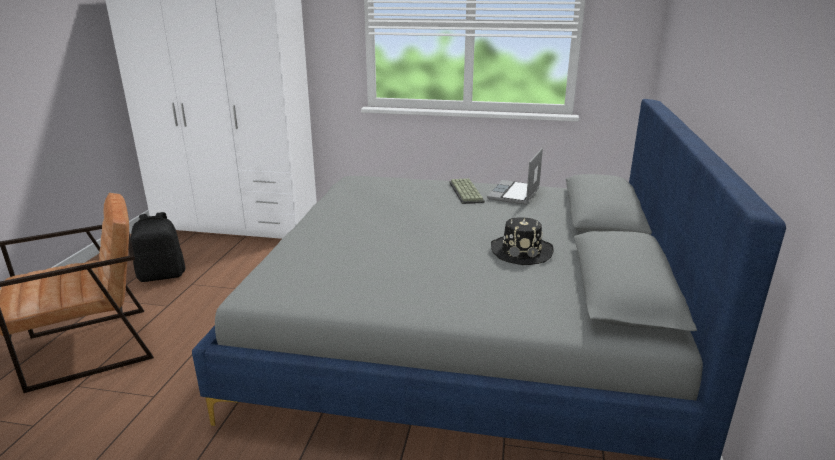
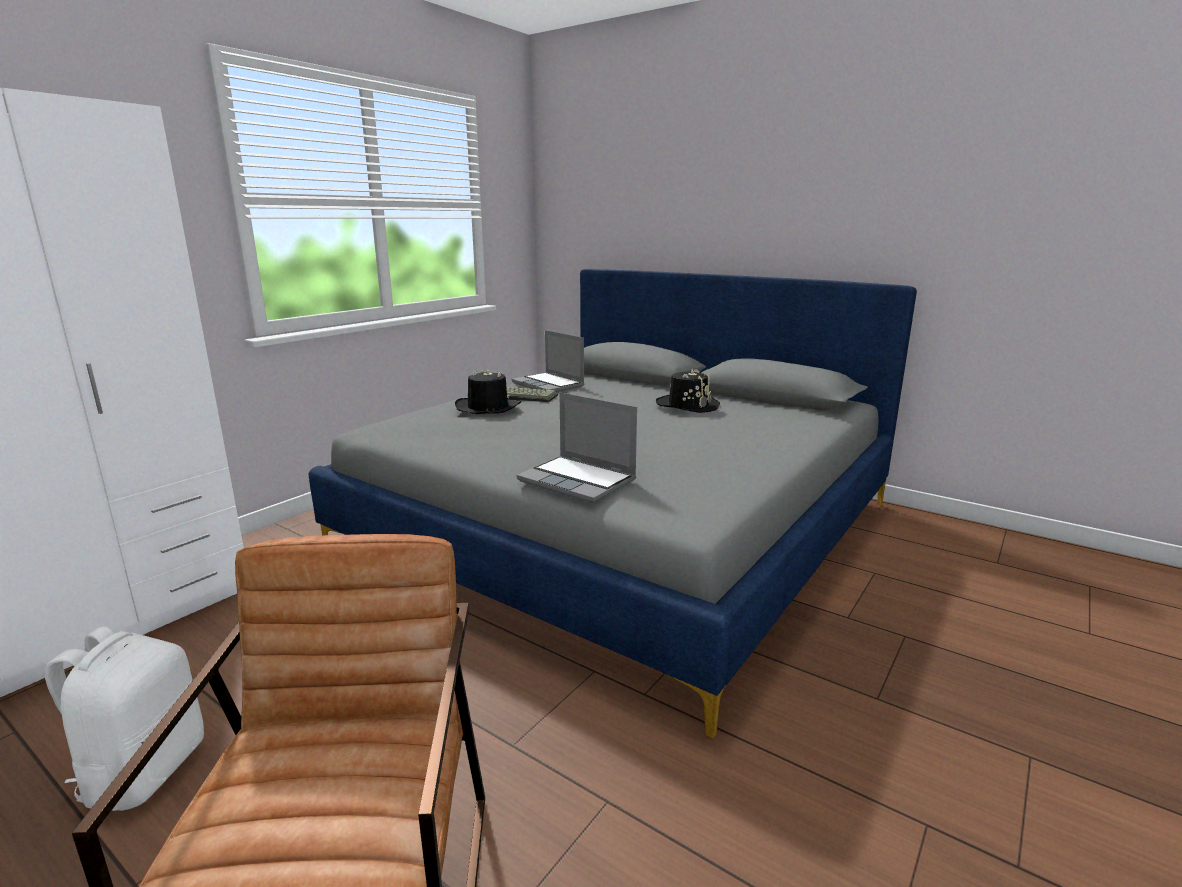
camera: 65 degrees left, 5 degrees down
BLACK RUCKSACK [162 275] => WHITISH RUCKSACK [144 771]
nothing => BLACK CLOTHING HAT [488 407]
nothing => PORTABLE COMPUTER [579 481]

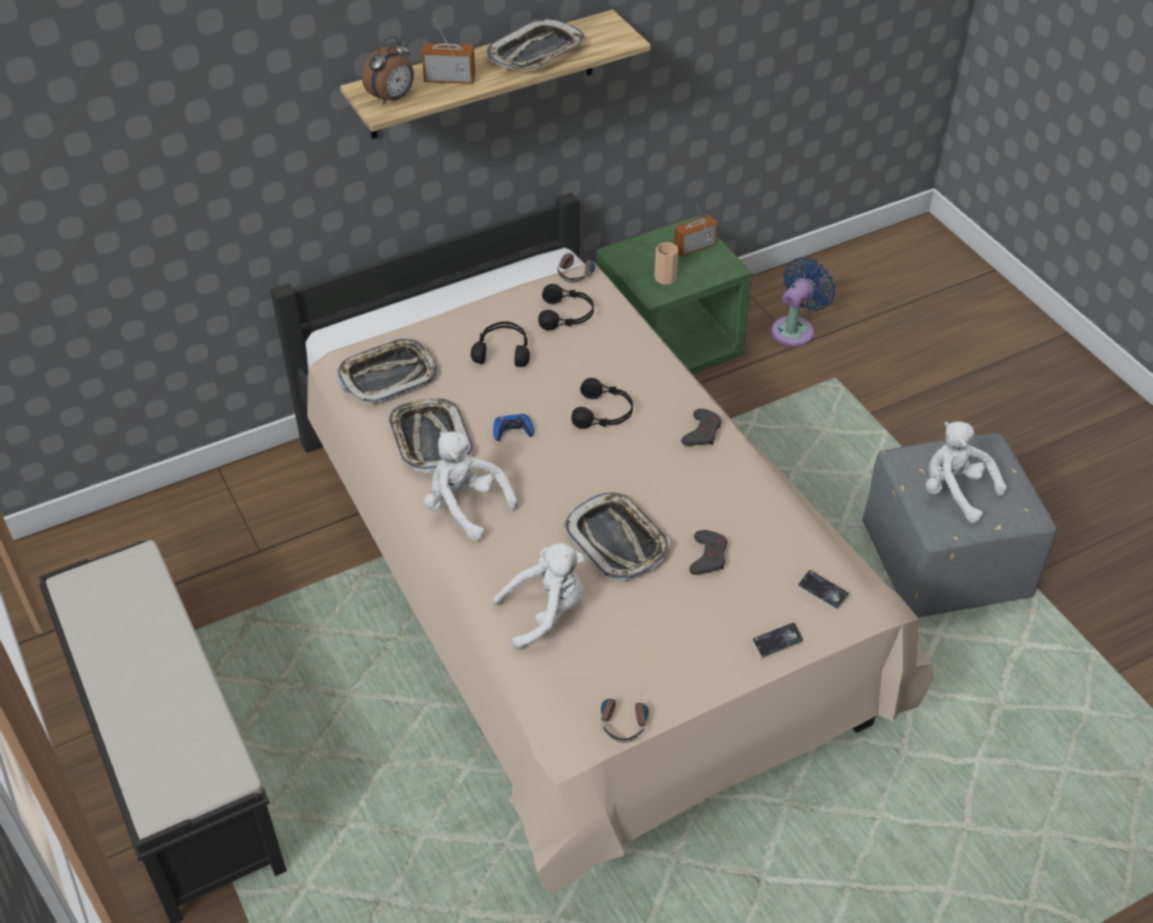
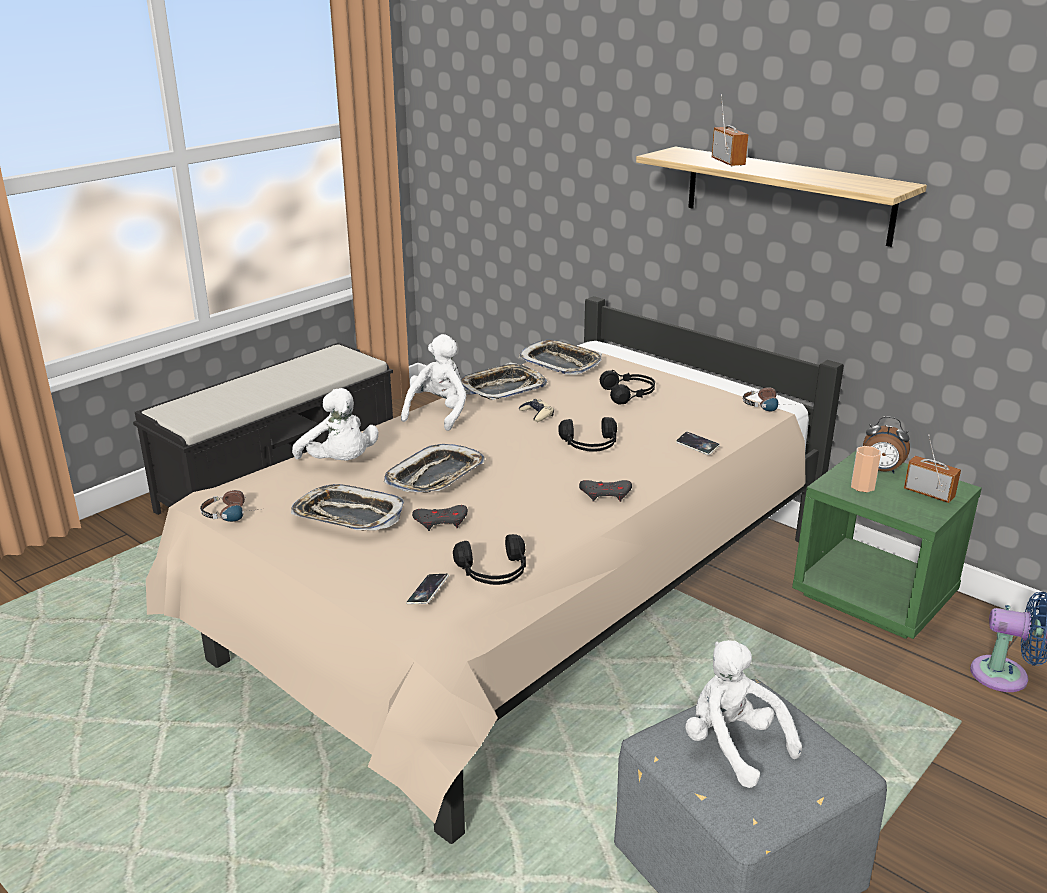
camera: 70 degrees right, 20 degrees down
TABLE CLOCK [392 98] => TABLE CLOCK [881 470], shifted
TRAY [536 53] => TRAY [348 516], shifted
BLUISH JOYPAD [512 431] => BEIGE-COLOURED JOYPAD [537 414]
BLACK PAIR OF HEADPHONES [566 315] => BLACK PAIR OF HEADPHONES [494 573], shifted
TELEPHONE [777 642] => TELEPHONE [697 446], shifted
WHITISH PLUSH TOY [955 491] => WHITISH PLUSH TOY [733 745], 60 degrees counterclockwise

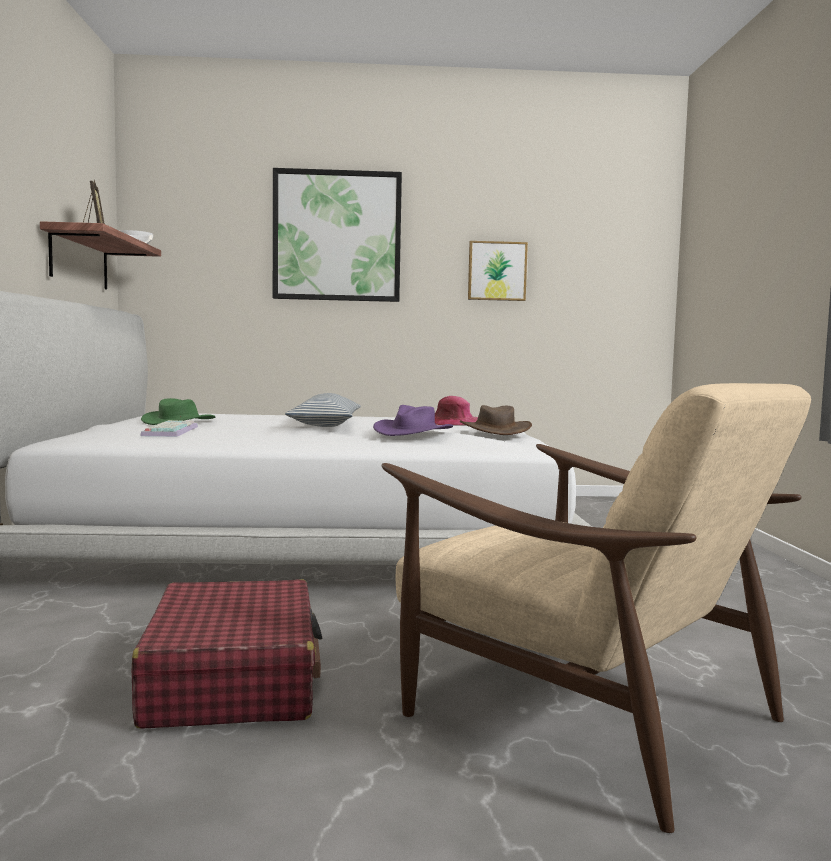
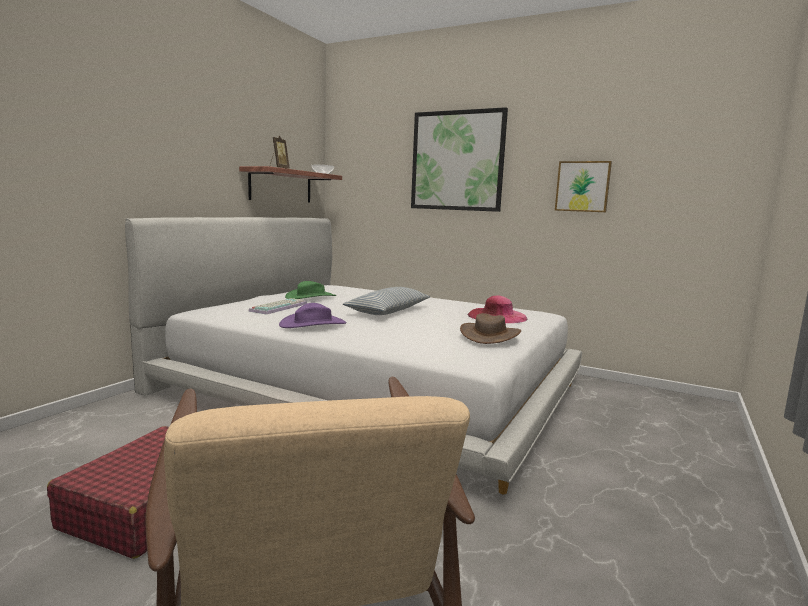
camera: 30 degrees right, 5 degrees up
PURPLE-COLOURED CLOTHING HAT [413 432] => PURPLE-COLOURED CLOTHING HAT [313 324], shifted

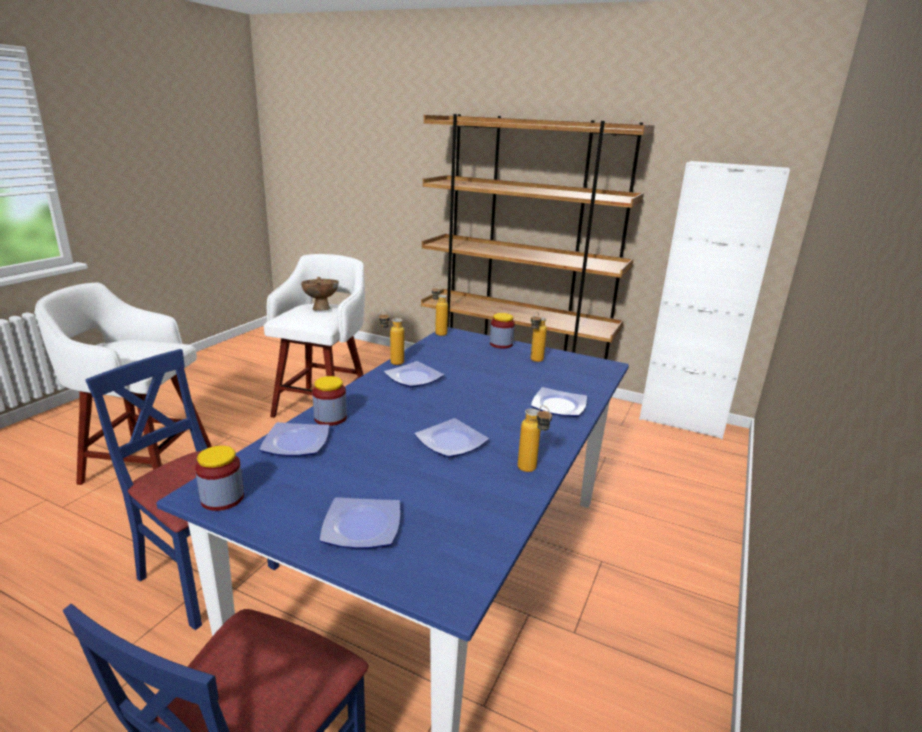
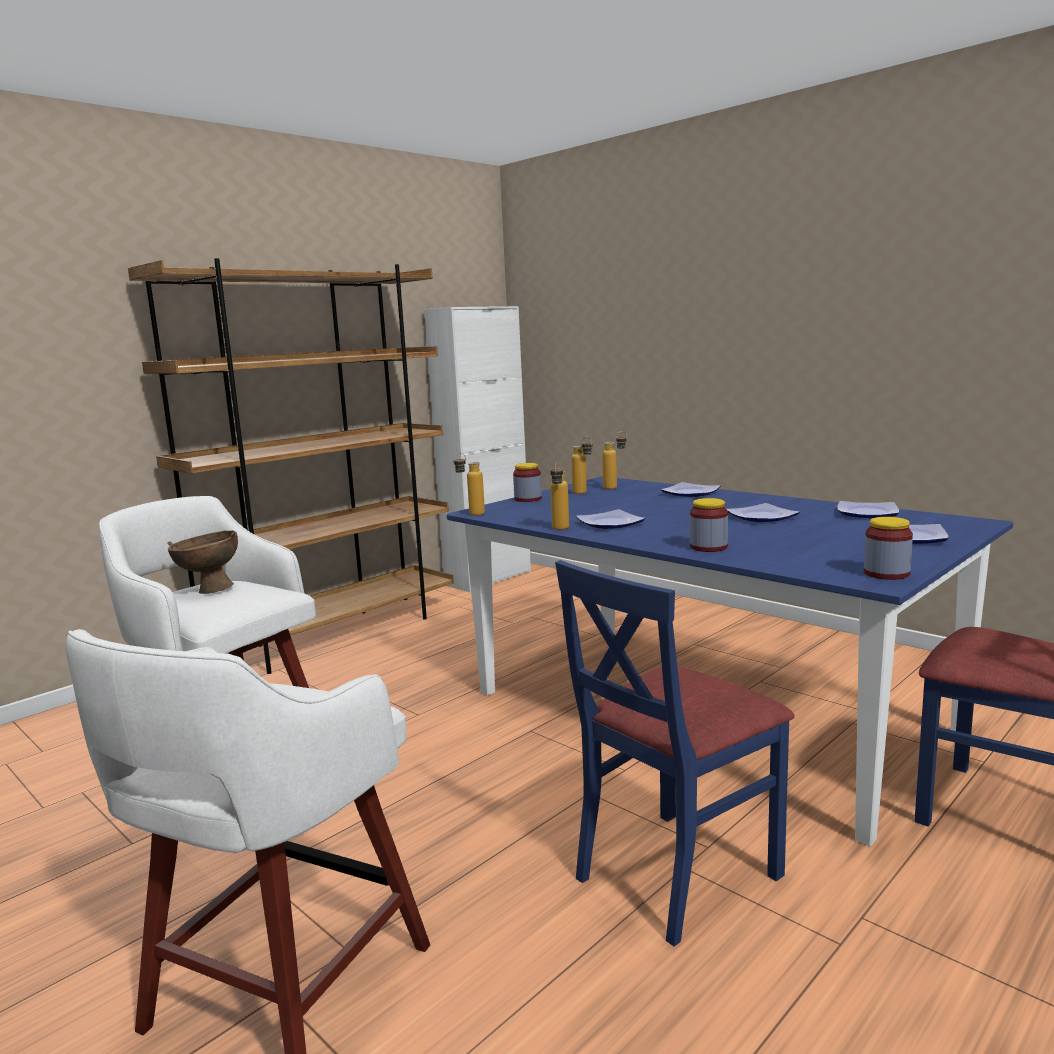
camera: 70 degrees left, 10 degrees down
DINNER PLATE [294 444] => DINNER PLATE [868 514], shifted
BEVERAGE BOTTLE [531 471] => BEVERAGE BOTTLE [615 487], shifted

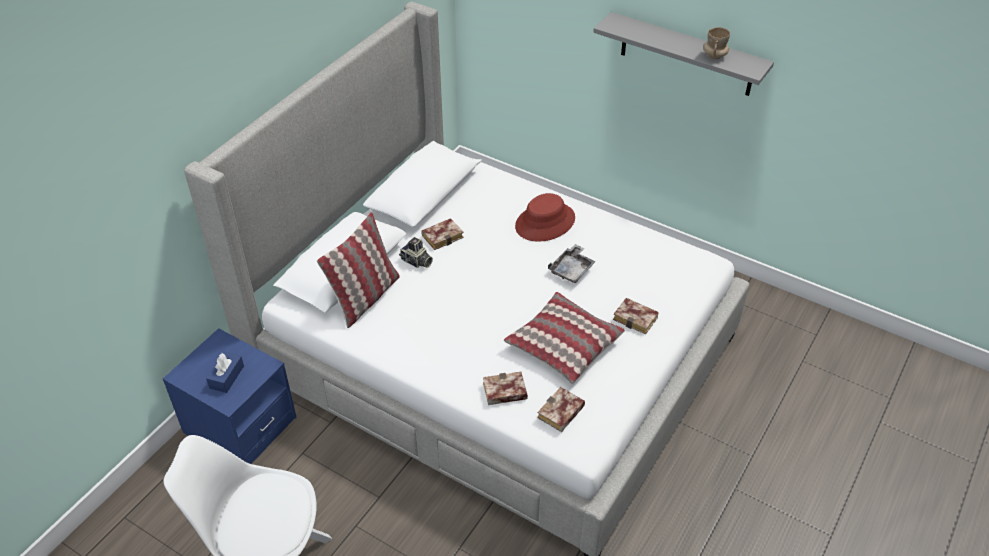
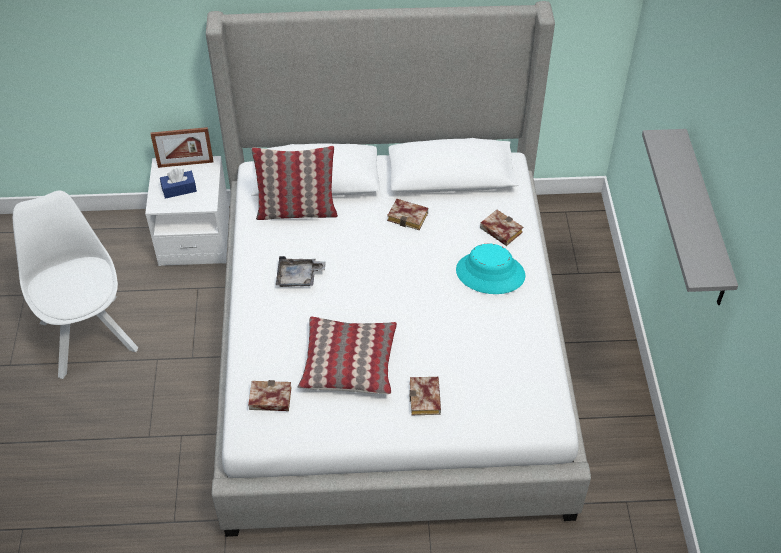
camera: 55 degrees right, 5 degrees up
BLUISH NIGHT TABLE [240 425] => WHITISH NIGHT TABLE [195 237]
STILL CAMERA [416 262] => nothing
BOOK [503 393] => BOOK [499 230], shifted
REDDISH CLOTHING HAT [545 223] => BLUE-GREEN CLOTHING HAT [490 273]
GRAY TRAY [572 269] => GRAY TRAY [298 277], shifted
BEIGE-COLOURED COFFEE MUG [714 55] => nothing
nothing => PHOTO FRAME [185 164]

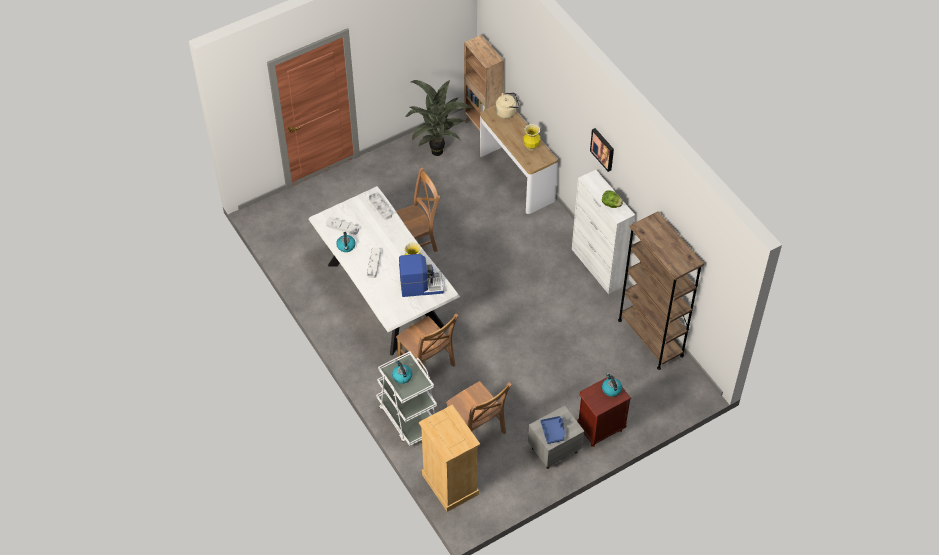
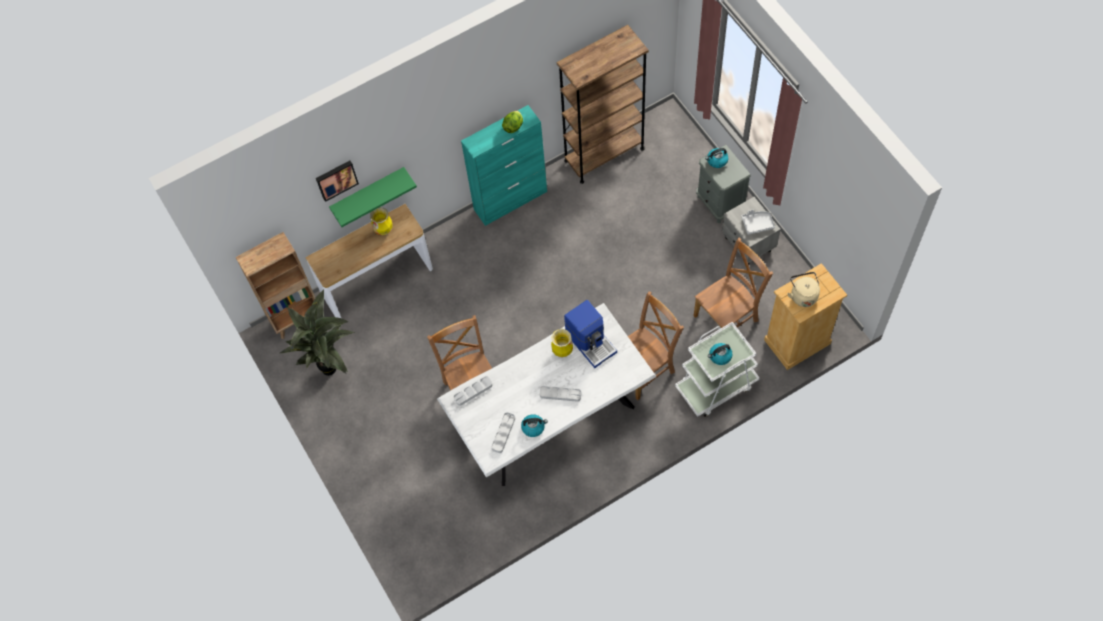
camera: 85 degrees left, 10 degrees up
COFFEE MAKER [421 285] => COFFEE MAKER [591 342], 150 degrees clockwise
BEIGE-COLOURED KETTLE [507 112] => BEIGE-COLOURED KETTLE [803 295], shifted
BLUISH TRAY [553 431] => GRAY TRAY [757 224]
WHITISH CUPBOARD [598 267] => BLUE-GREEN CUPBOARD [511 200]
BROWN NIGHT TABLE [599 429] => GRAY NIGHT TABLE [719 203]
WALL ART [603 149] => WALL ART [336 179], shifted
nothing => GREEN-COLOURED BRACKET SHELF [368 193]

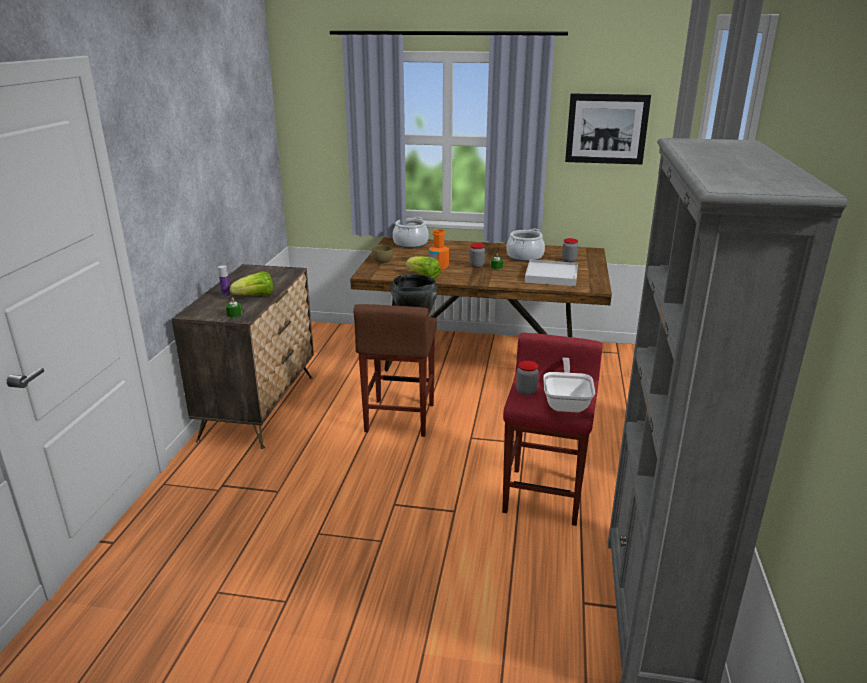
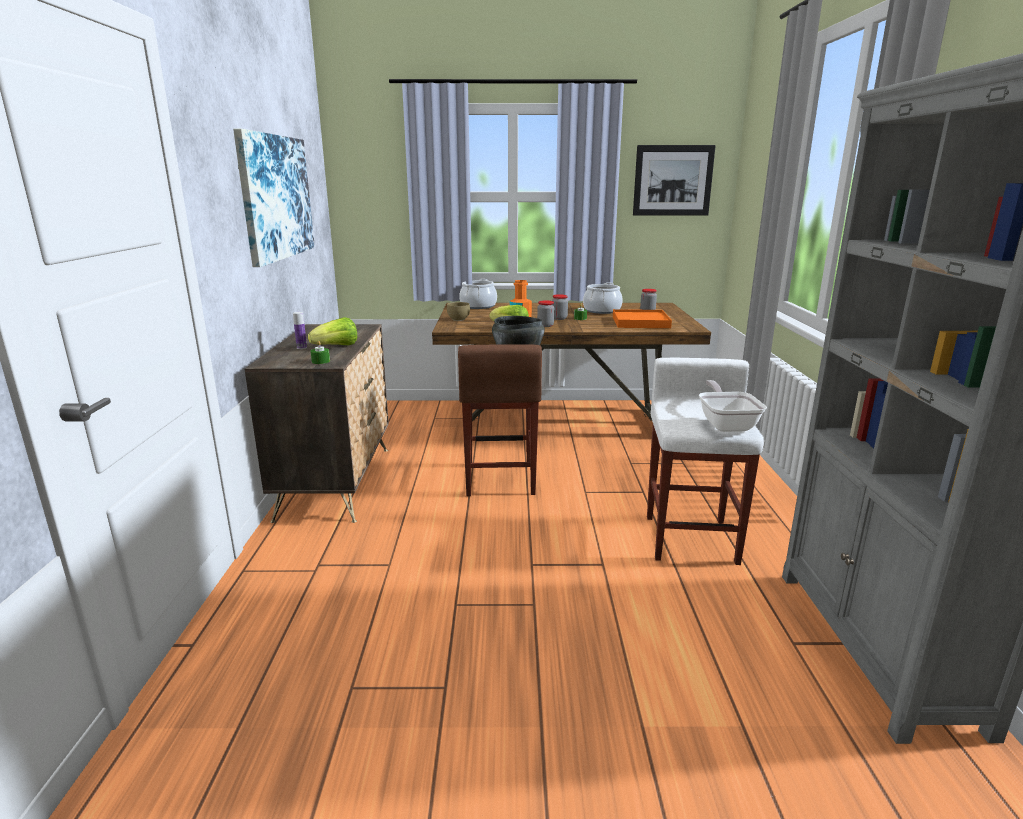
camera: 10 degrees left, 5 degrees down
REDDISH STOOL SEAT [544 494] => WHITISH STOOL SEAT [690 538]
STORAGE JAR [526 391] => STORAGE JAR [545 325], shifted
WHITISH TRAY [551 276] => ORANGE-COLOURED TRAY [640 322]
nothing => WALL ART [276 197]

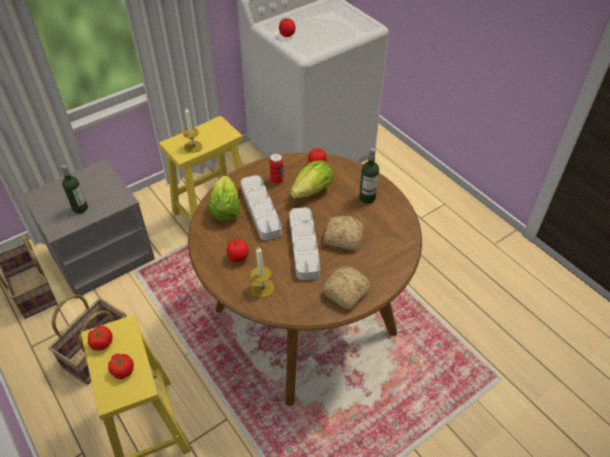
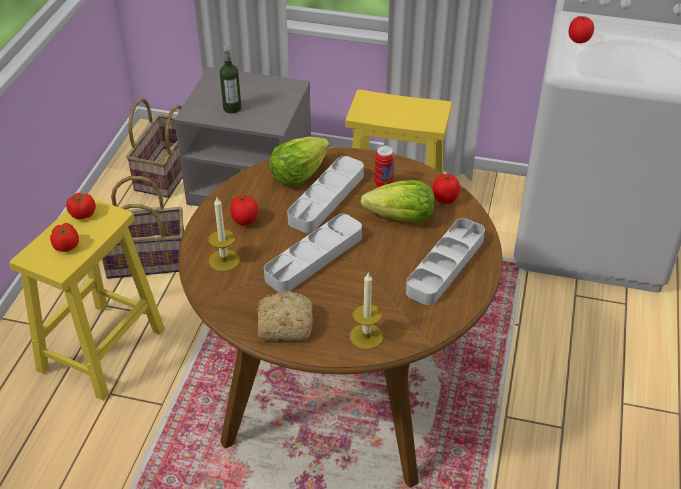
camera: 50 degrees right, 5 degrees down
WAX CANDLE [193 146] => WAX CANDLE [366 336], shifted
BAKED BREAD [342 237] => nothing
BEVERAGE BOTTLE [367 198] => GRAY TRAY [445 265]

